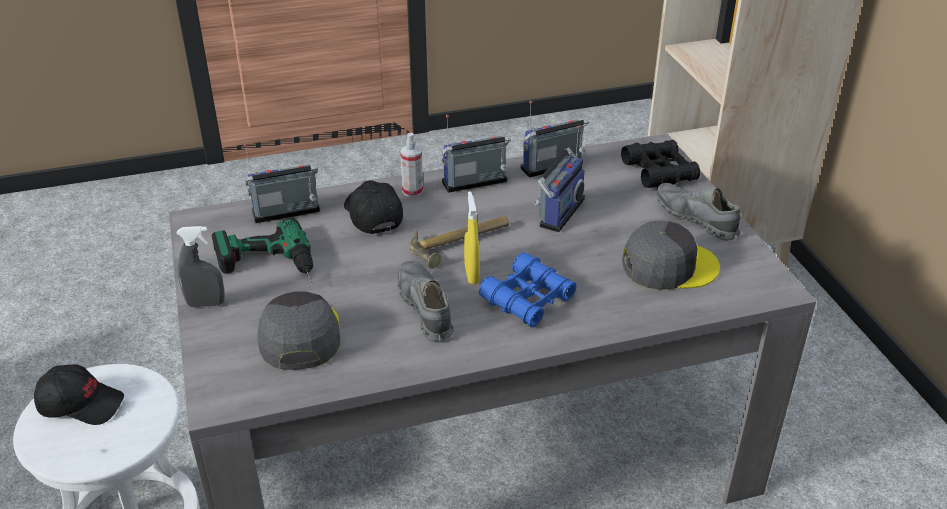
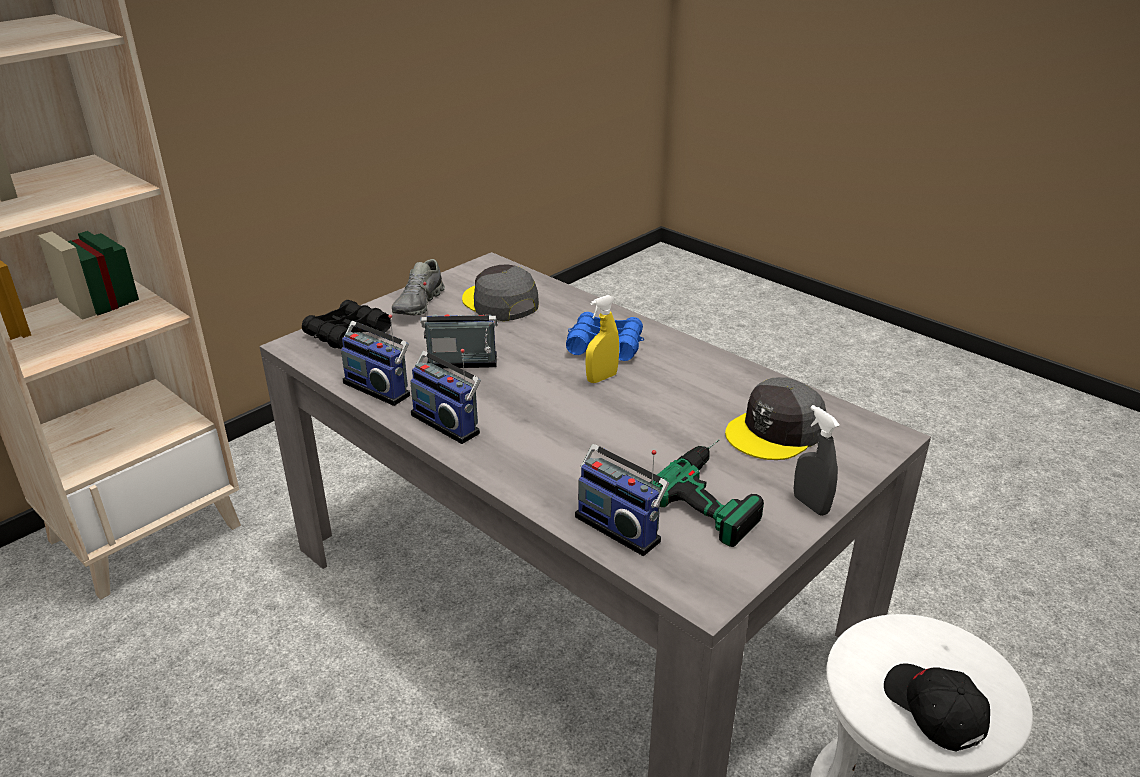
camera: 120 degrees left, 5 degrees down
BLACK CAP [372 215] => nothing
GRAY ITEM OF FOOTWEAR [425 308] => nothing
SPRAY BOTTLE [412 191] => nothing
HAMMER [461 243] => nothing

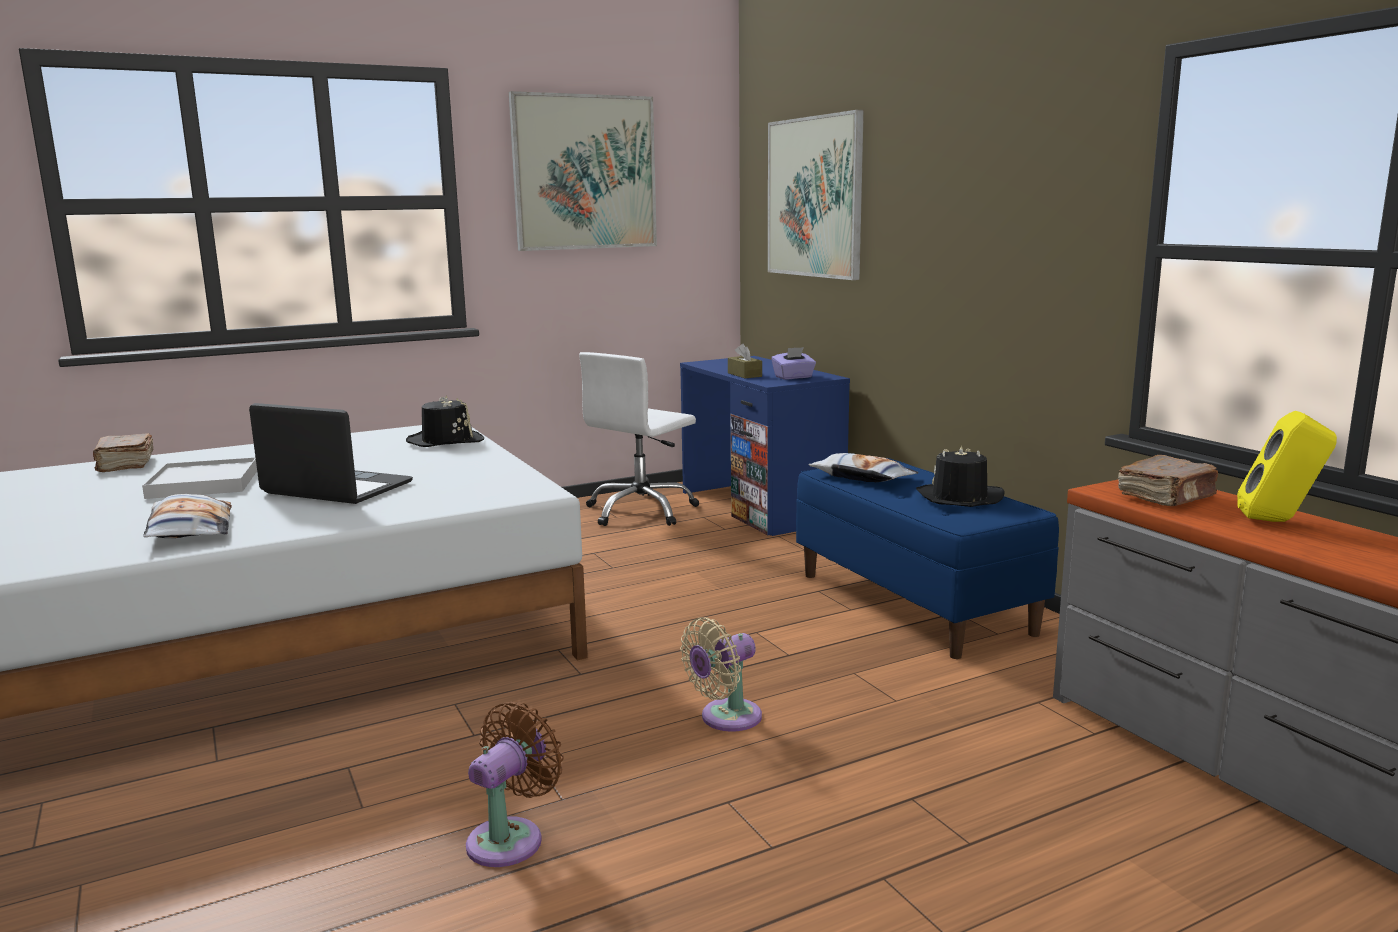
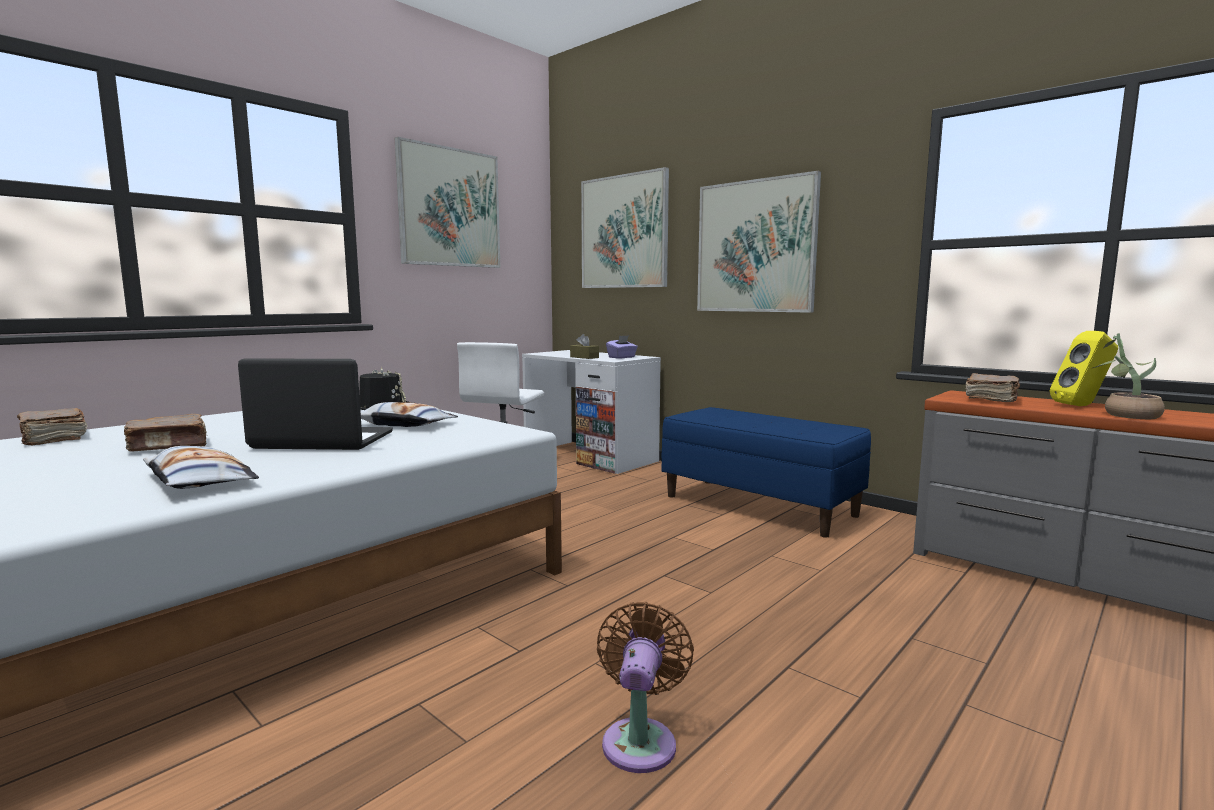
camera: 20 degrees left, 5 degrees down
WHITISH TRAY [204 483] => BROWN BOOK [169 446]
BLUISH DESK UNIT [760 506] => WHITISH DESK UNIT [590 456]
BEIGE-COLOURED FAN [725 718] => nothing
THROW PILLOW [862 477] => THROW PILLOW [404 424], shifted
BLACK CLOTHING HAT [959 497] => nothing
nothing => WALL ART [755 246]
nothing => HOUSEPLANT [1124 415]

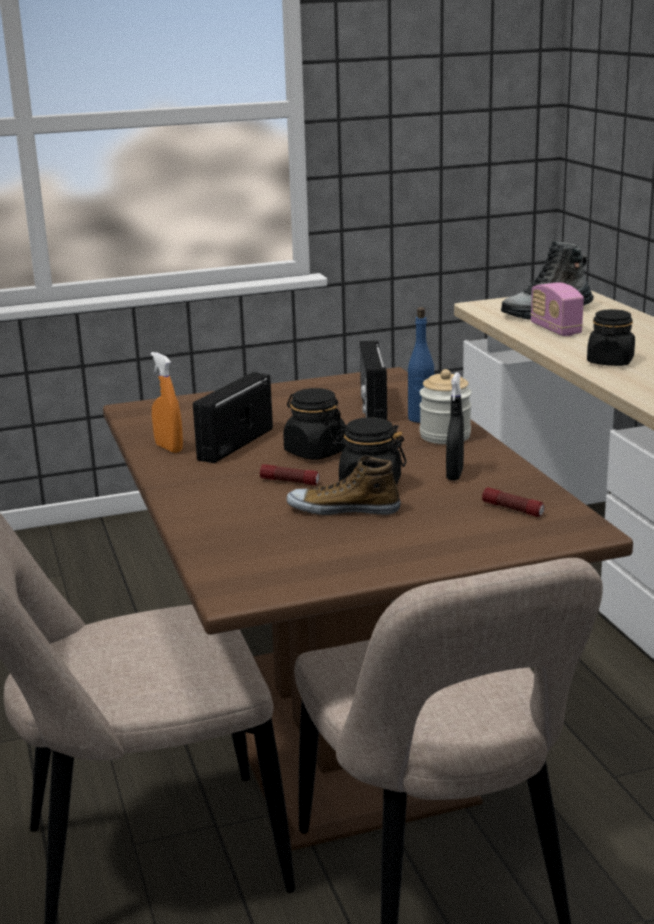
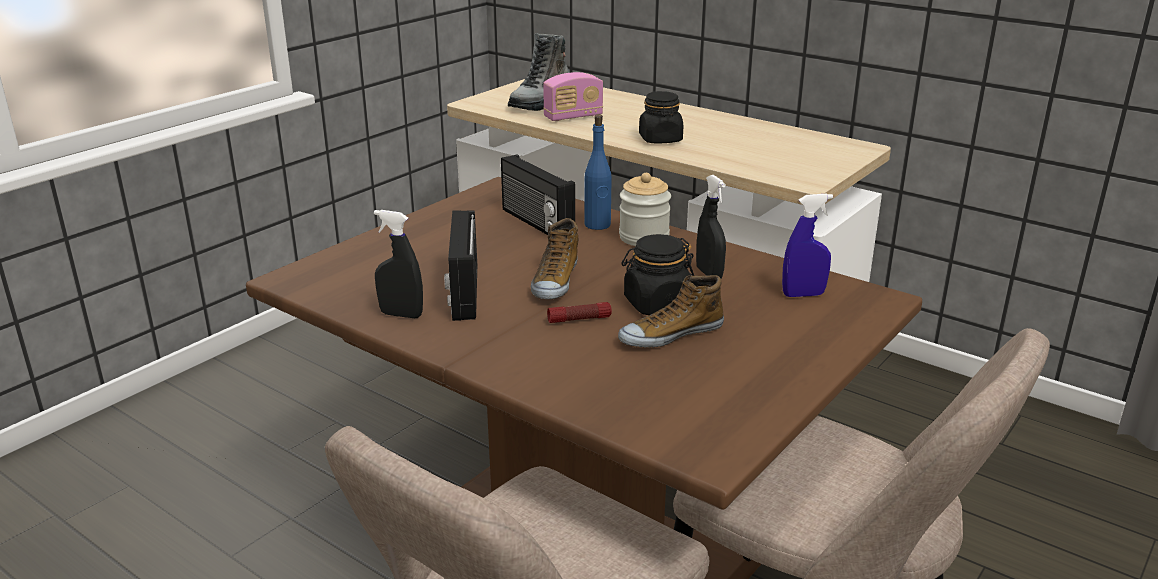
camera: 35 degrees left, 5 degrees up
ORANGE-COLOURED SPRAY BOTTLE [169 448] => BLACK SPRAY BOTTLE [401 314]
BLACK STORAGE JAR [315 452] => ITEM OF FOOTWEAR [555 281]
TORCH [513 509] => BLUISH SPRAY BOTTLE [803 294]
RADIO SET [555 329] => RADIO SET [573 117], 60 degrees counterclockwise

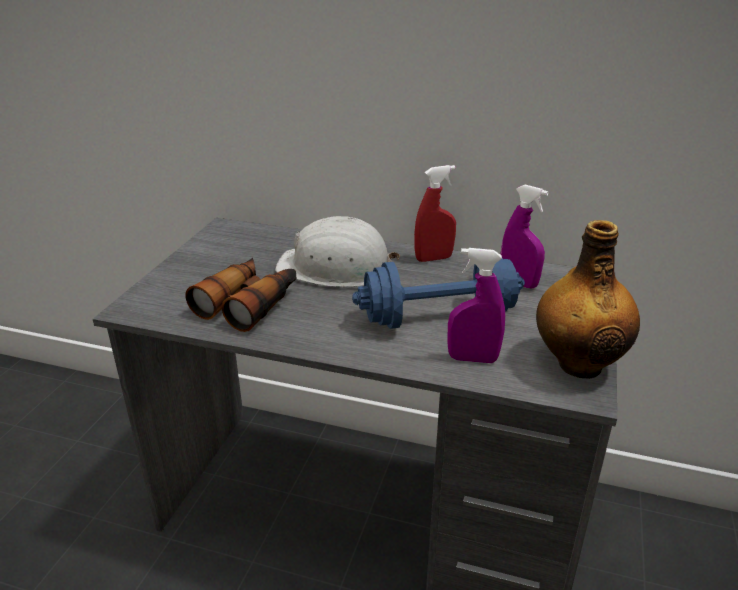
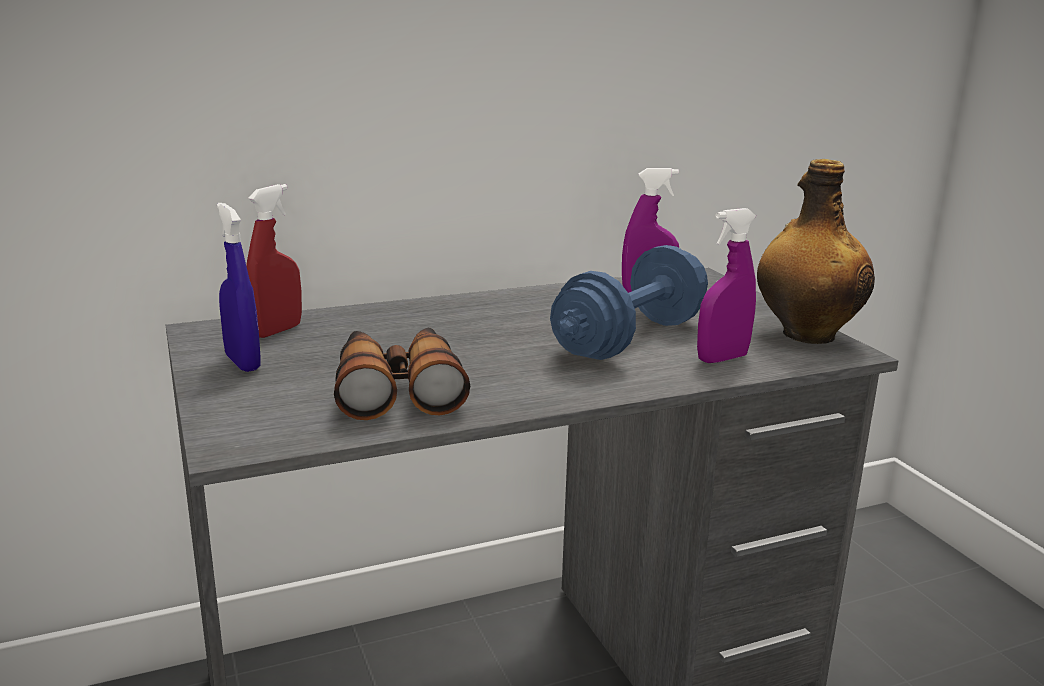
camera: 40 degrees left, 10 degrees down
WHITISH WORK HELMET [336 268] => nothing
REDDISH SPRAY BOTTLE [433 258] => REDDISH SPRAY BOTTLE [277 331], shifted
nothing => BLUISH SPRAY BOTTLE [242 363]

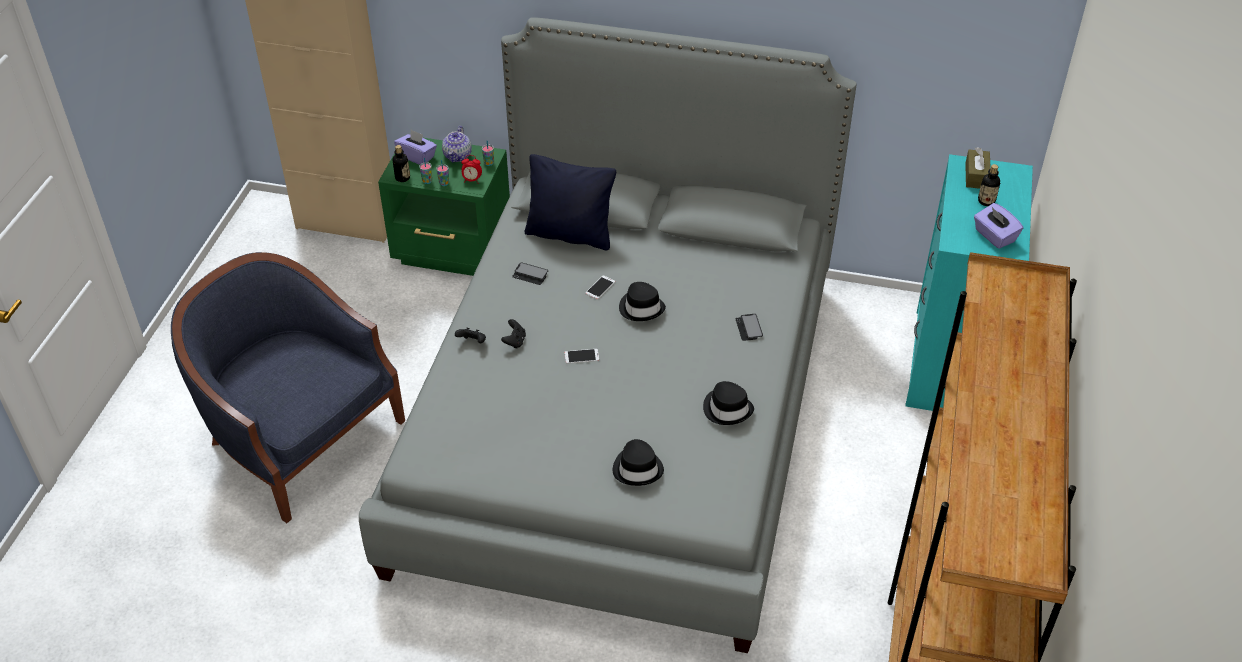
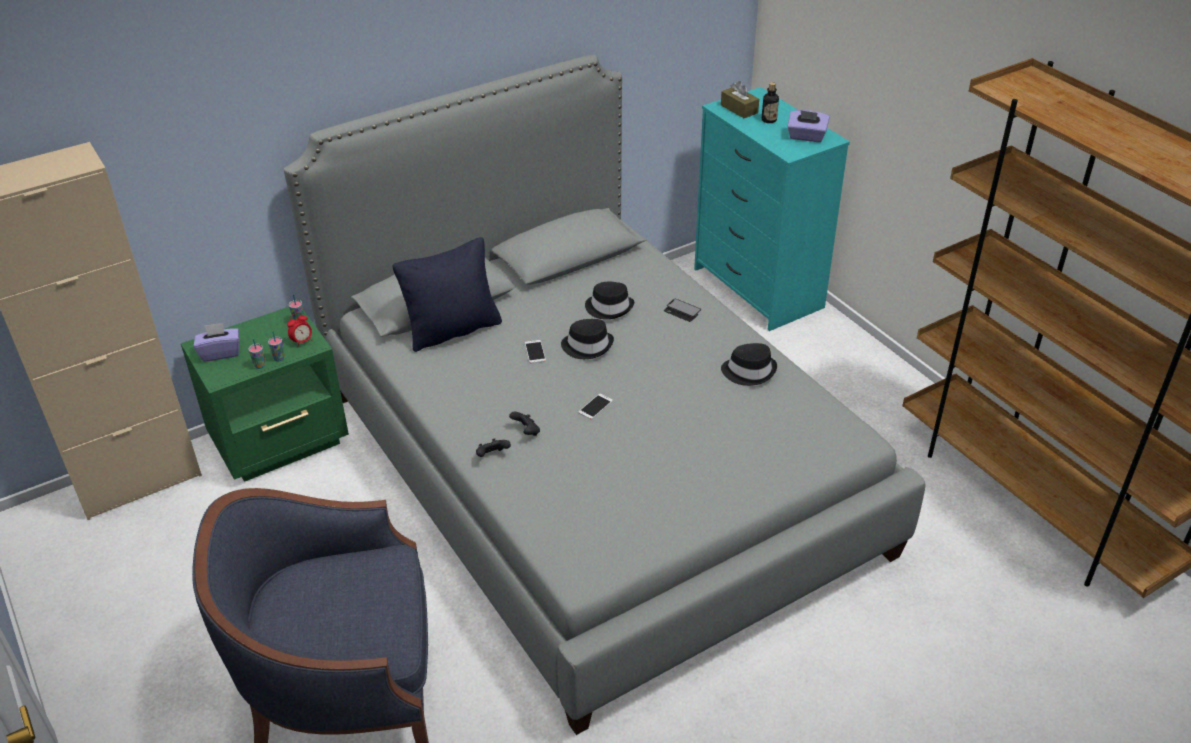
camera: 45 degrees left, 5 degrees down
BEVERAGE BOTTLE [402 178] => nothing
POT FOR TEA [458 156] => nothing
TELEPHONE [530 274] => nothing
BLACK CLOTHING HAT [638 468] => BLACK CLOTHING HAT [609 307], shifted

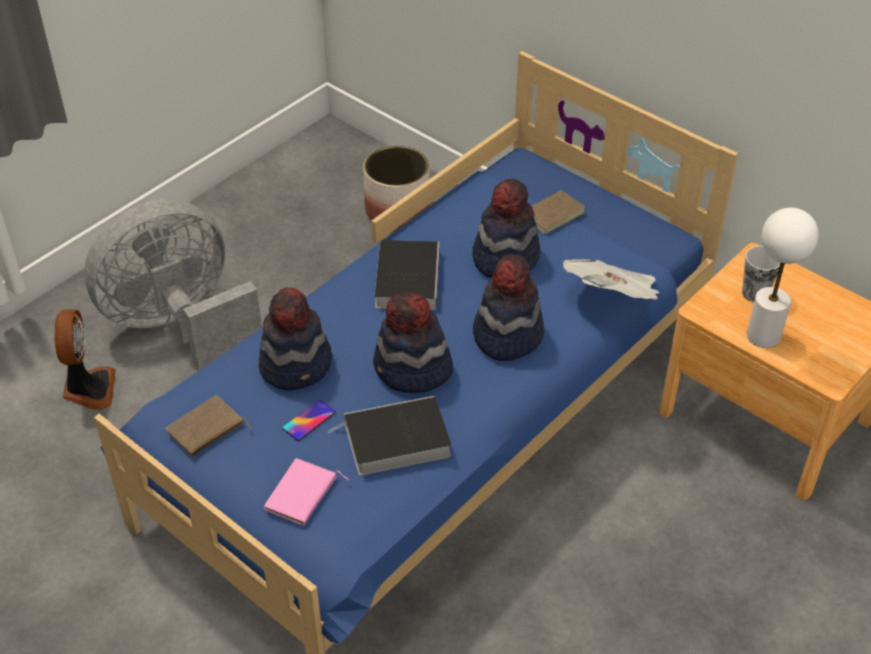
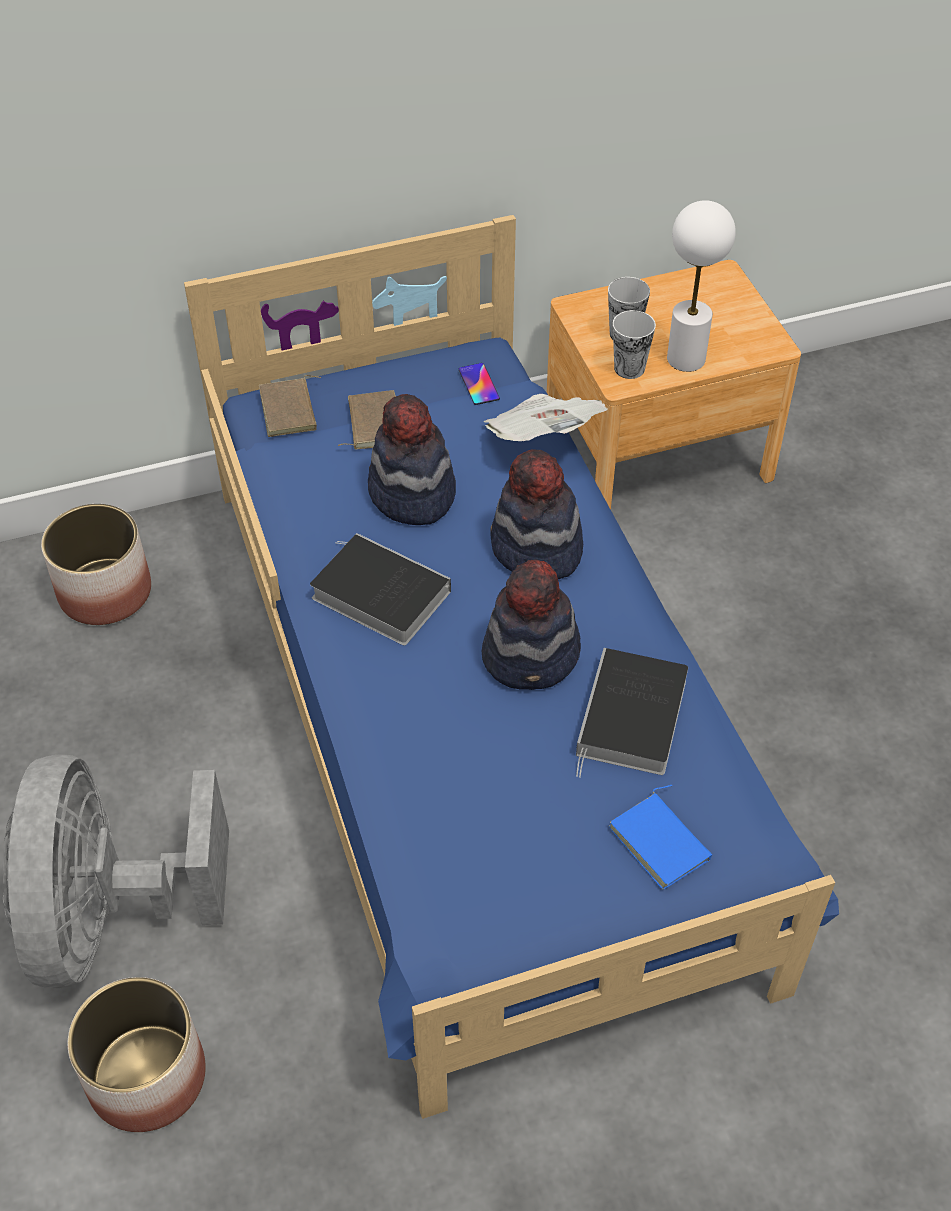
camera: 60 degrees left, 5 degrees up
FAN [88 389] => FLOWER POT [146 1077]
BROWN BOOK [206 430] => BROWN BOOK [290 411], shifted
CLOTHING HAT [297 365] => nothing
PINK-COLOURED BOOK [303 495] => BLUISH BOOK [662 842]
TELEPHONE [309 420] => TELEPHONE [478 384], shifted
nothing => SMALL CUP [629 368]

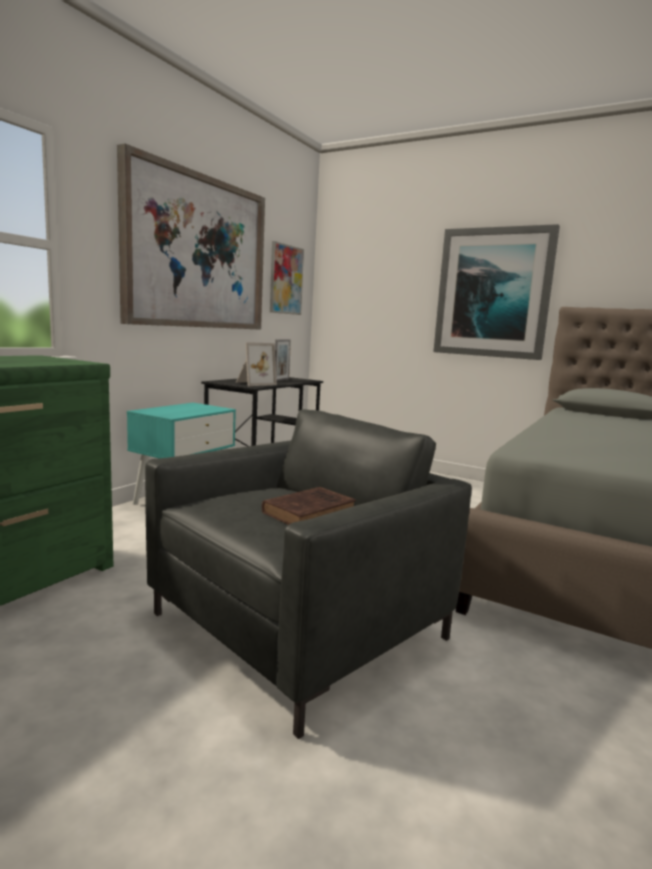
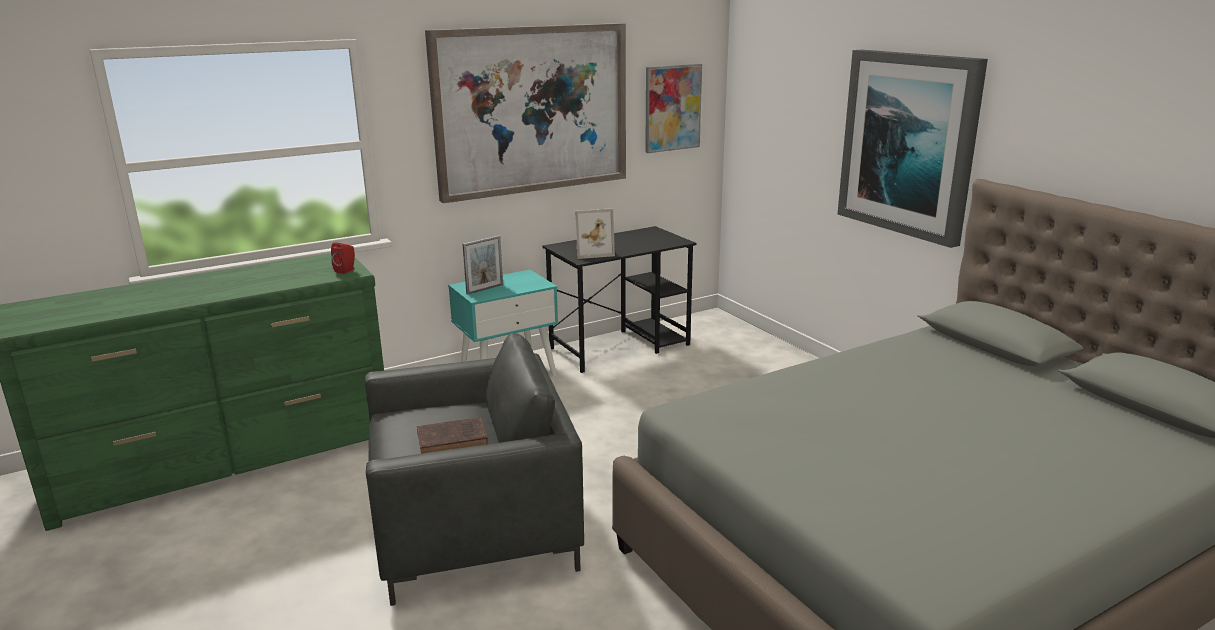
camera: 30 degrees right, 10 degrees up
PHOTO FRAME [281 380] => PHOTO FRAME [485 289], shifted
nothing => REDDISH AUDIO SPEAKER [346 270]

